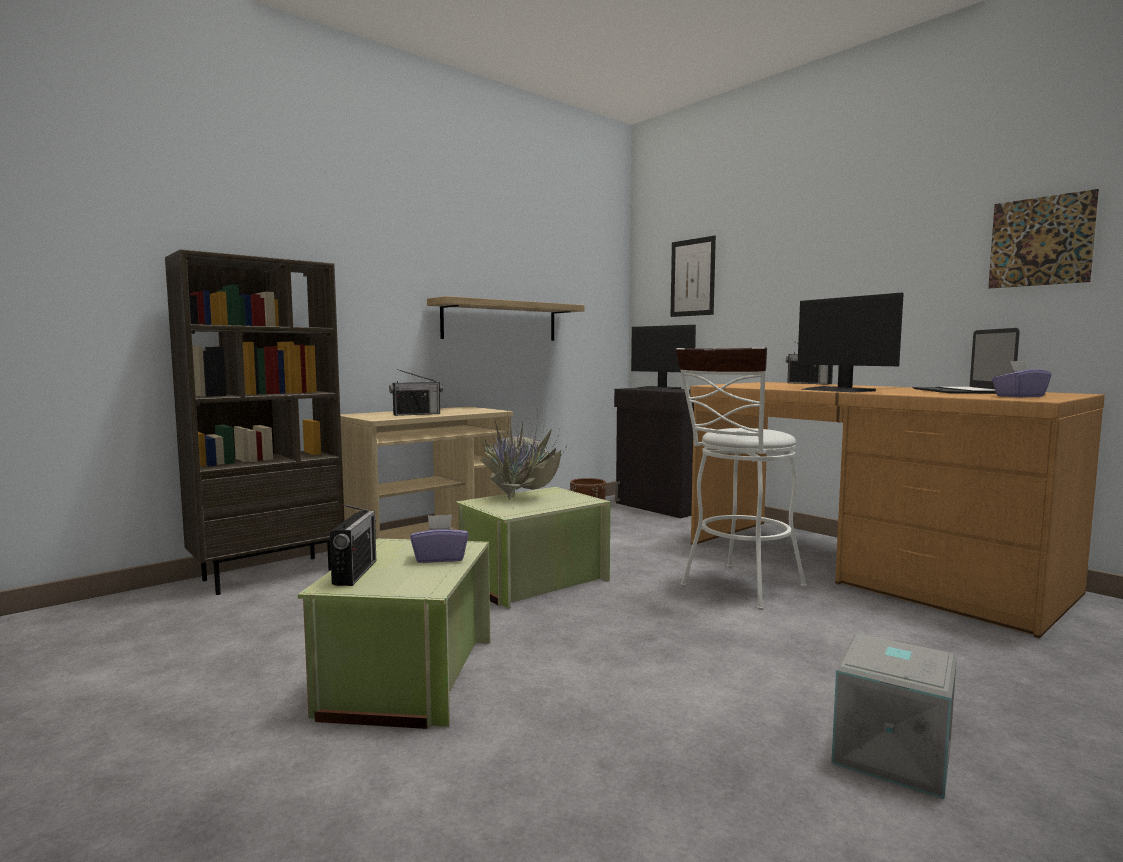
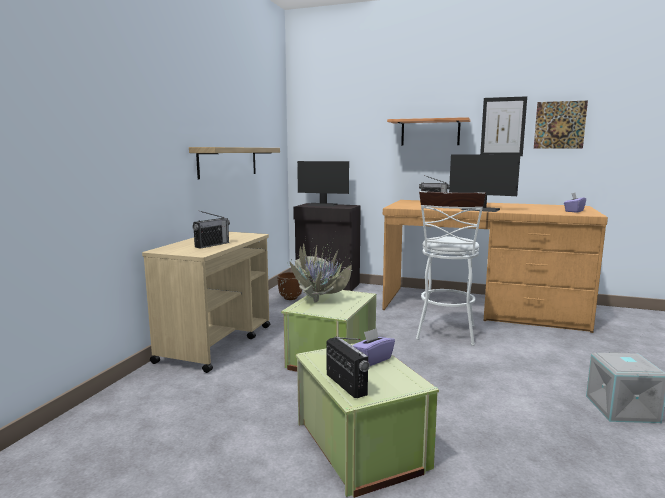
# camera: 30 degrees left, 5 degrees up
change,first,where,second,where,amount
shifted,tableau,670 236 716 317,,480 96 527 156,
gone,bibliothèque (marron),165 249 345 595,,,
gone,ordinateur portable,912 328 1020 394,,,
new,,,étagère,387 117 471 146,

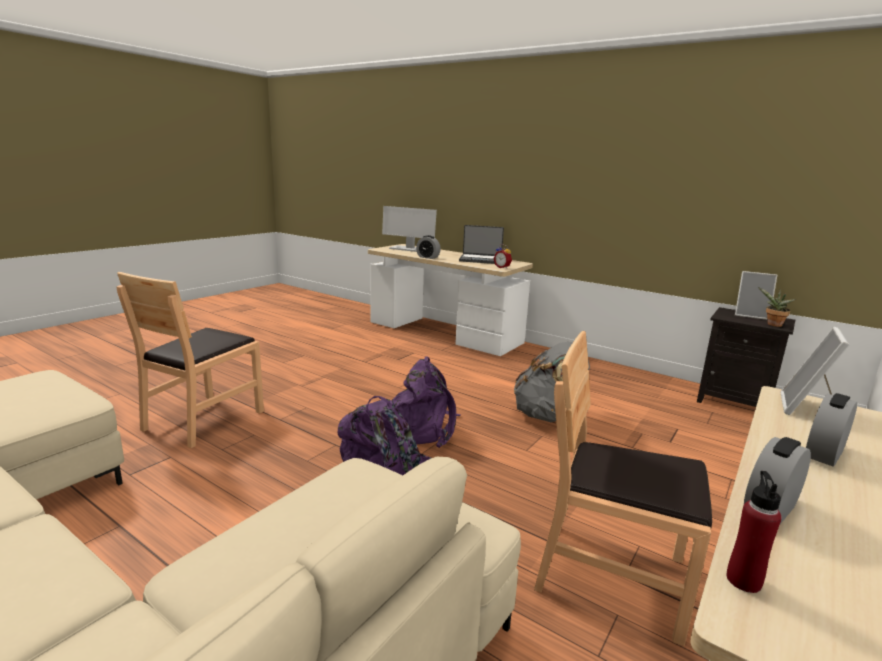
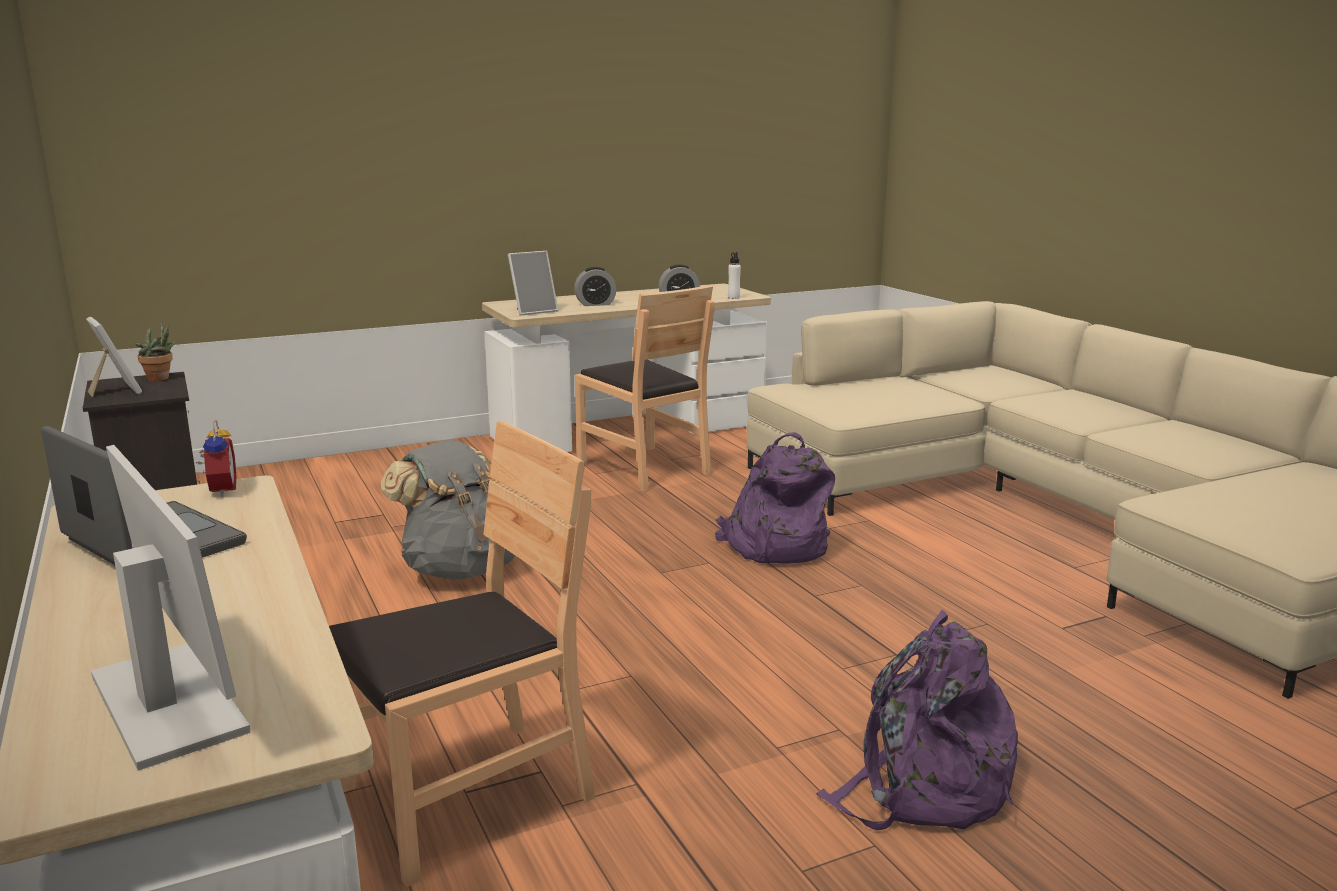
# camera: 150 degrees left, 0 degrees up
change,first,where,second,where,amount
gone,réveil,416 235 441 259,,,
shifted,chaise (marron),117 272 264 448,,329 420 596 887,
shifted,sac à dos (violet),391 356 461 448,,816 610 1018 830,
repainted,bouteille (rouge),726 471 782 593,bouteille (blanc),728 252 741 299,

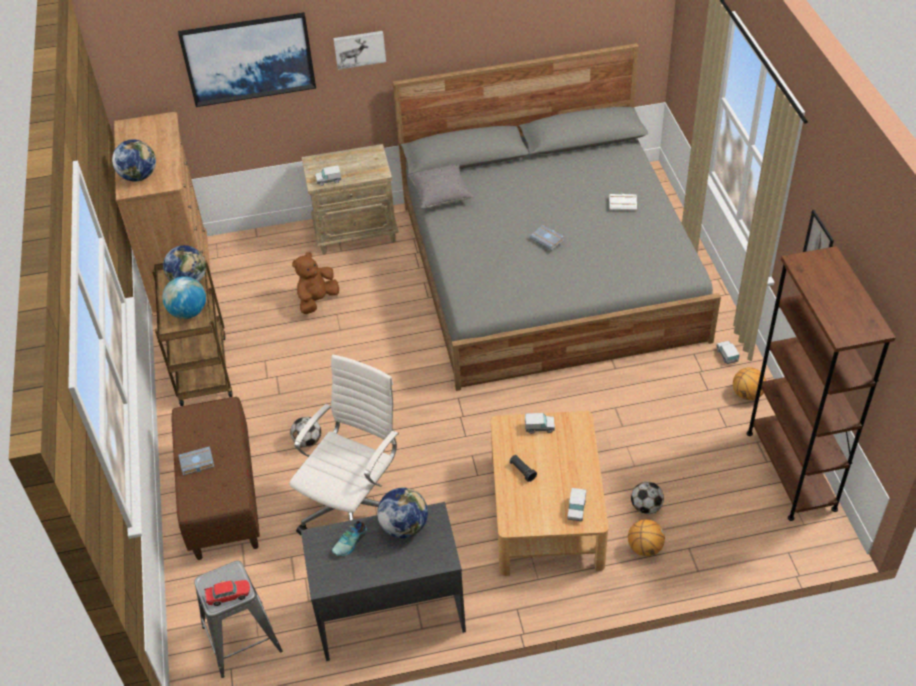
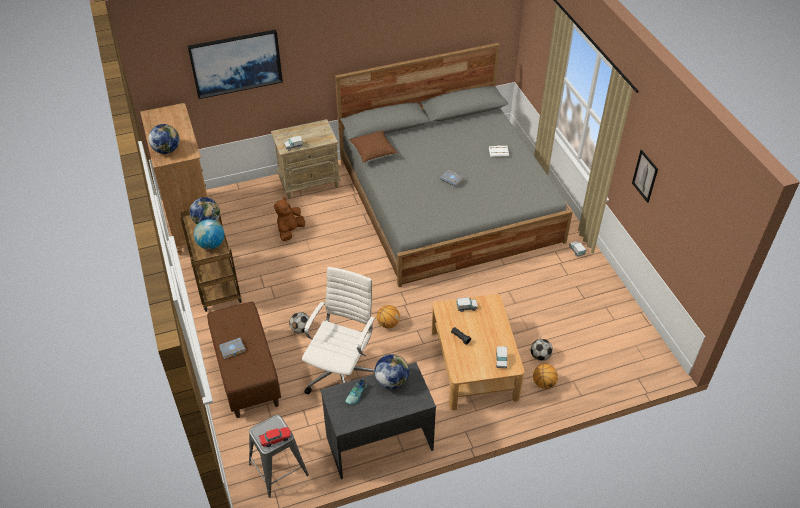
# camera: 10 degrees left, 0 degrees up
change,first,where,second,where,amount
gone,tableau,333 31 386 70,,,
repainted,coussin (gris),408 164 474 209,coussin (marron),349 131 398 163,
gone,bibliothèque (marron),747 246 896 521,,,
shifted,ballon de basket,733 367 766 400,,377 305 400 328,

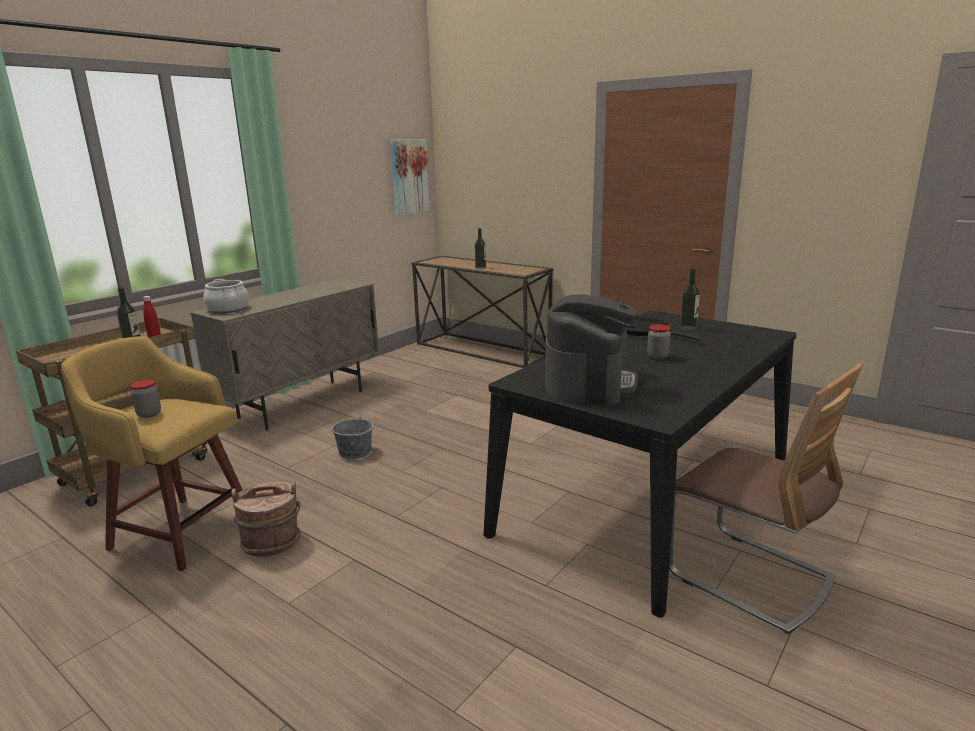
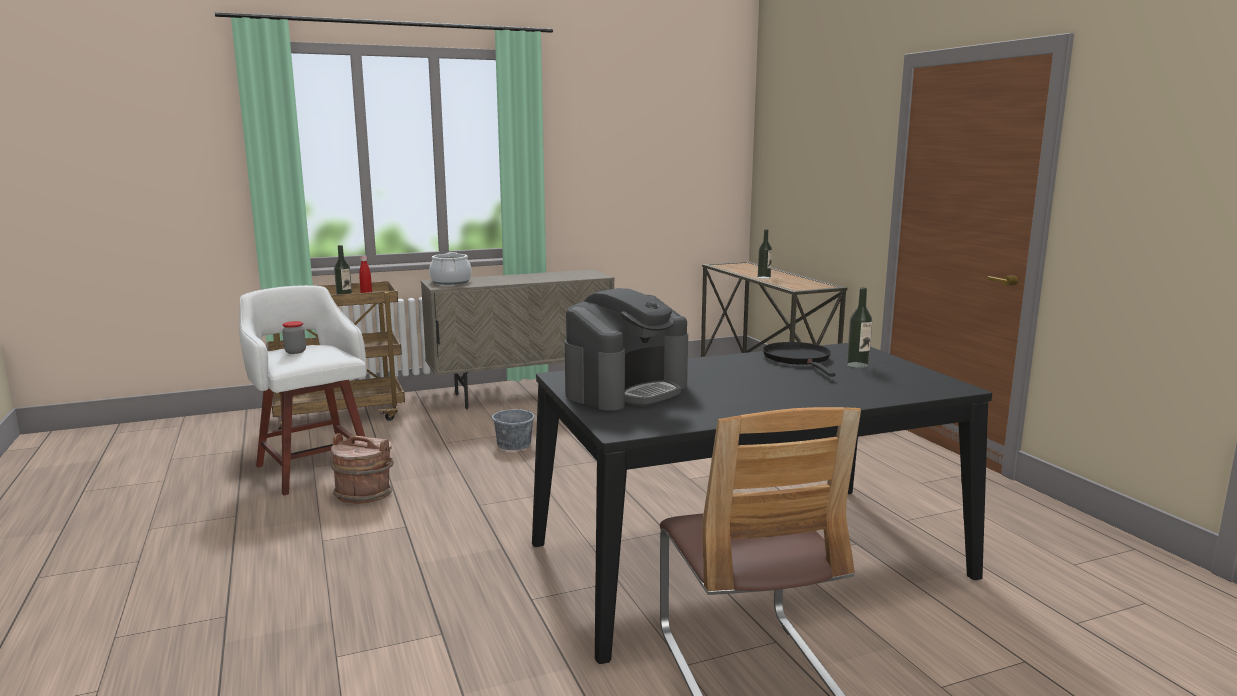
# camera: 30 degrees right, 5 degrees down
change,first,where,second,where,amount
gone,tableau,390 139 430 216,,,
gone,bocal,647 324 671 359,,,
repainted,tabouret (jaune),61 336 243 571,tabouret (blanc),239 285 367 495,

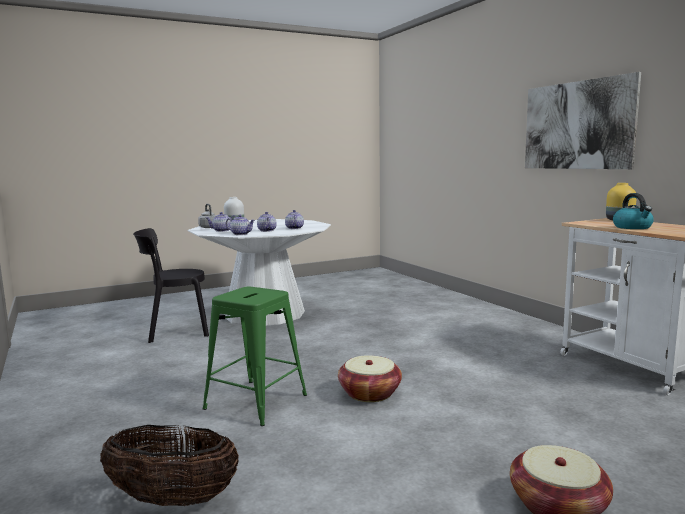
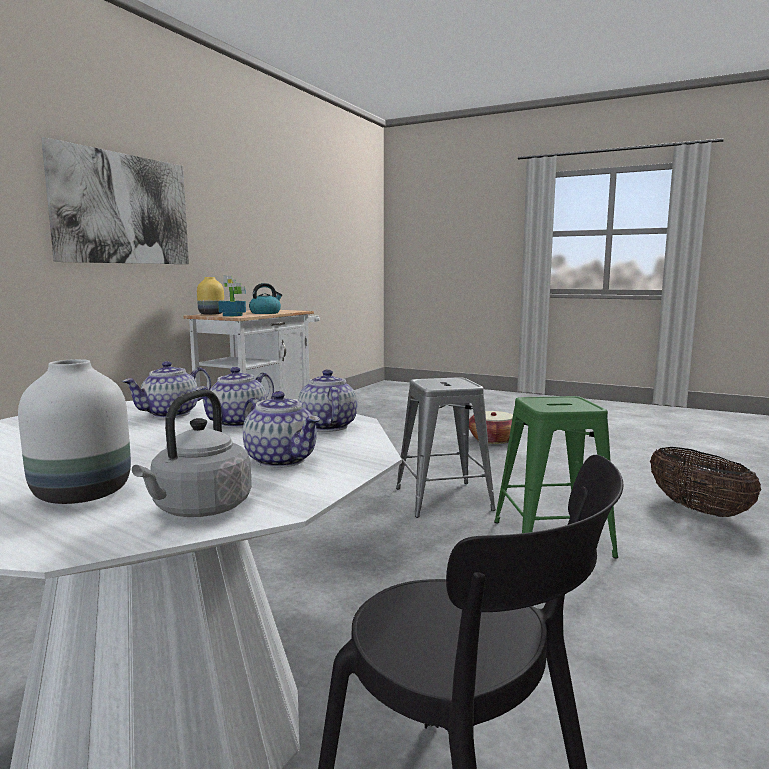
# camera: 125 degrees left, 0 degrees up
change,first,where,second,where,amount
swapped,panier,338 355 402 402,tabouret (gris),396 377 496 518,
new,,,plante en pot,218 276 246 316,

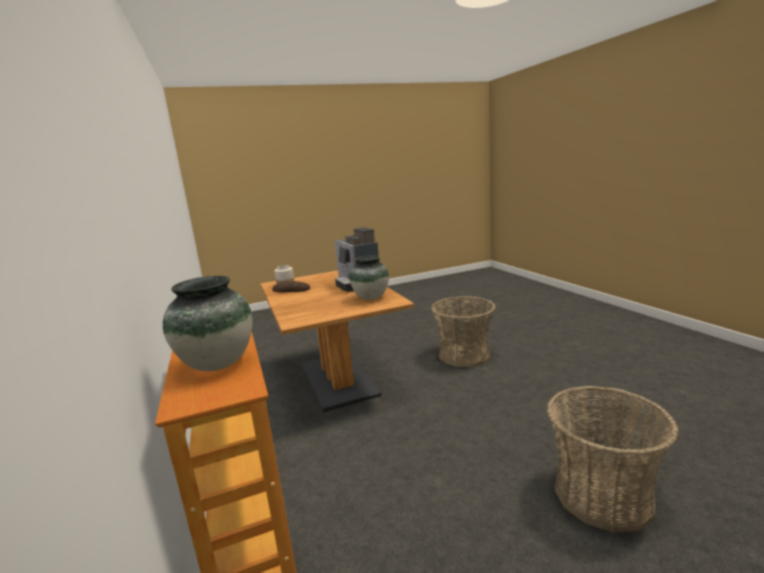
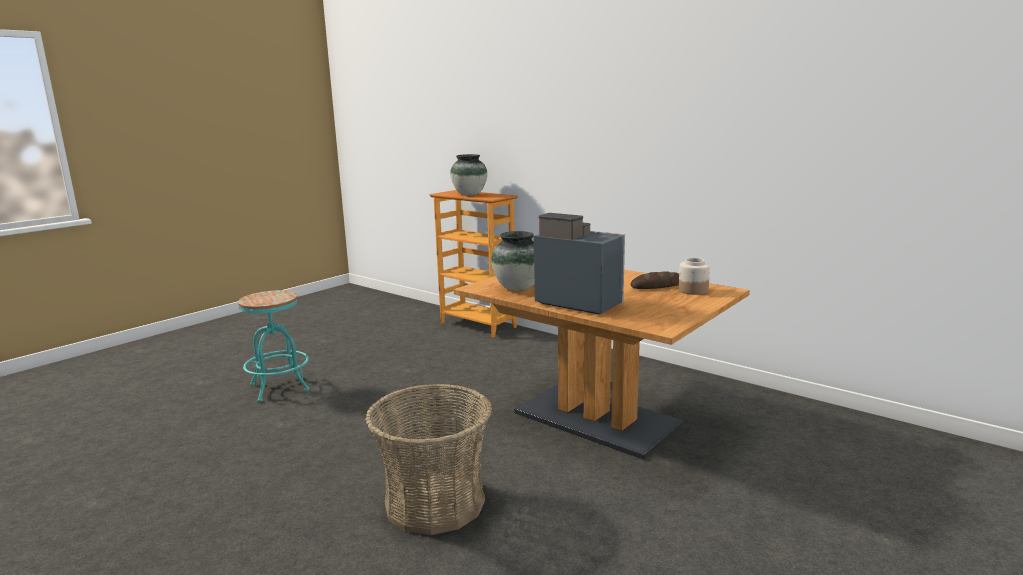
# camera: 150 degrees right, 0 degrees up
change,first,where,second,where,amount
swapped,panier,547 386 679 533,tabouret (turquoise),238 290 310 402,

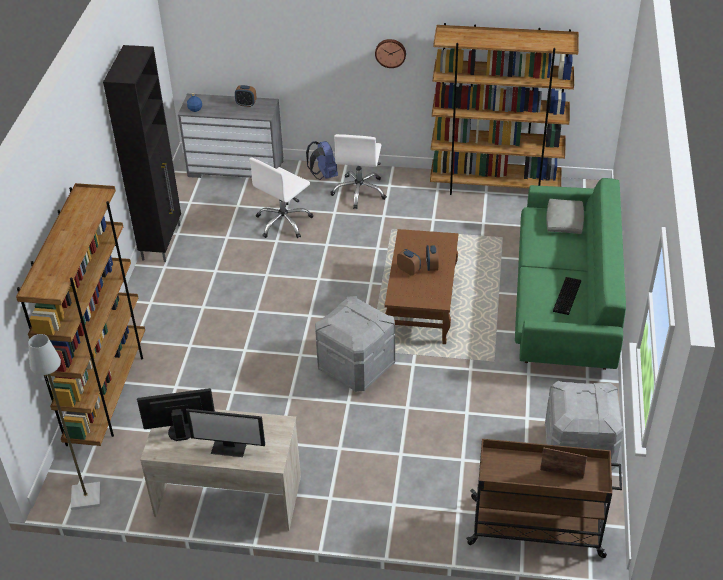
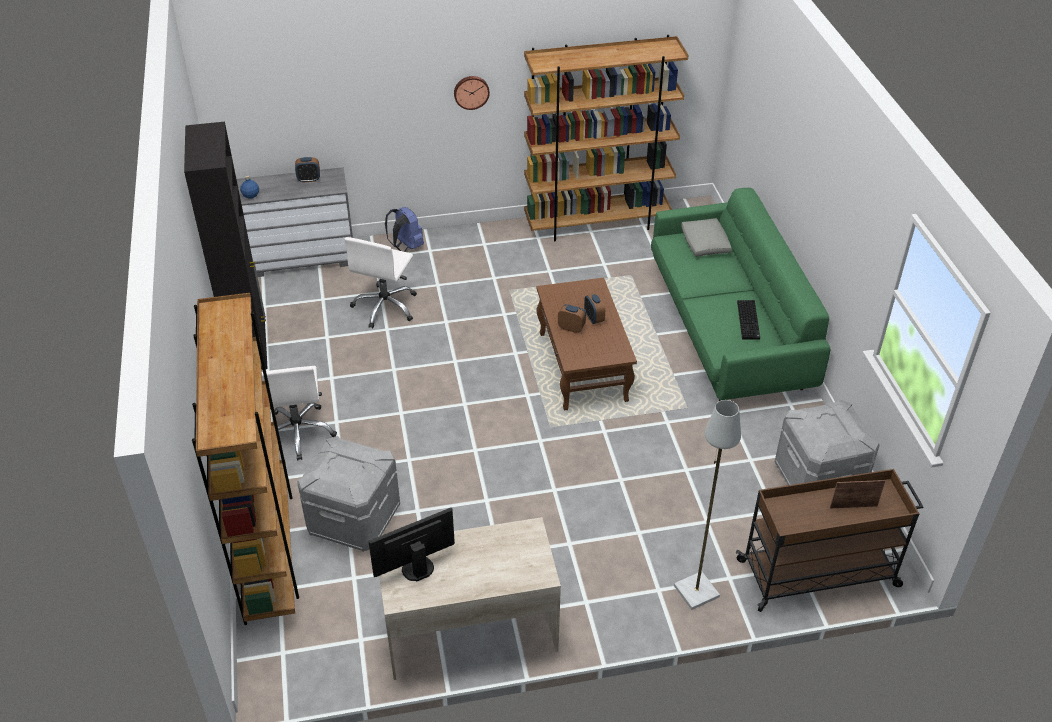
# camera: 20 degrees left, 0 degrees up
change,first,where,second,where,amount
shifted,chaise de bureau (blanc),330 134 387 209,,262 366 337 460,
shifted,boîte de rangement (gris),315 296 395 392,,297 436 400 552,
shifted,lampadaire (gris),28 334 101 510,,674 400 741 610,
gone,écran d'ordinateur,186 409 265 457,,,

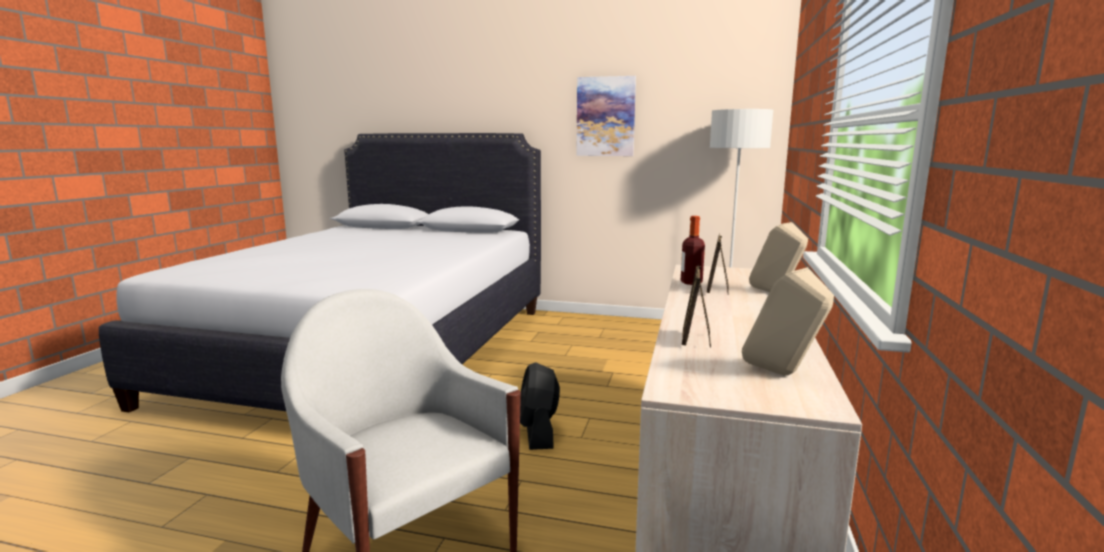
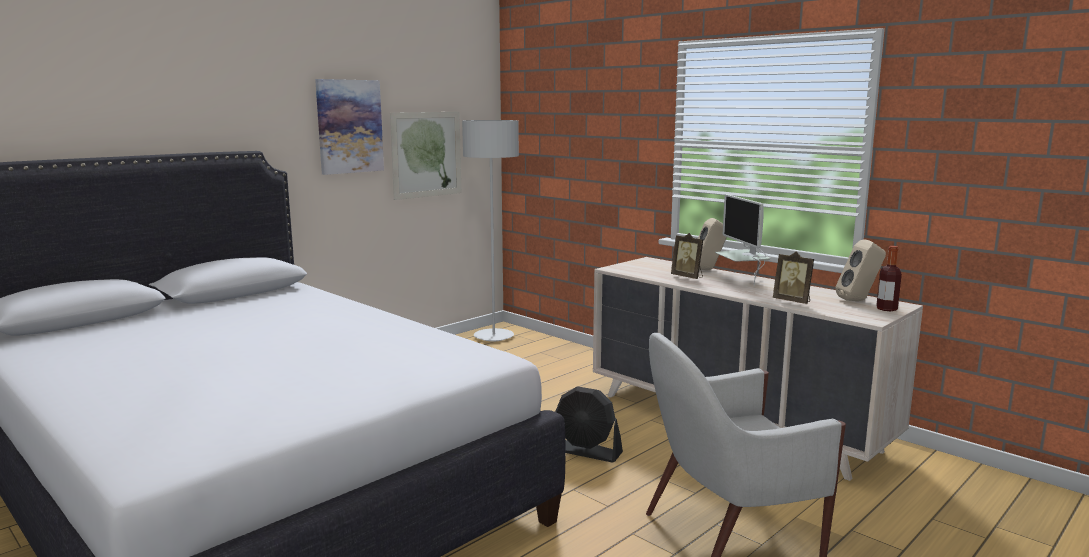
# camera: 60 degrees left, 0 degrees up
change,first,where,second,where,amount
shifted,bouteille,681 216 705 285,,876 246 902 311,
new,,,tableau,390 112 461 200,
new,,,écran d'ordinateur,715 194 771 286,

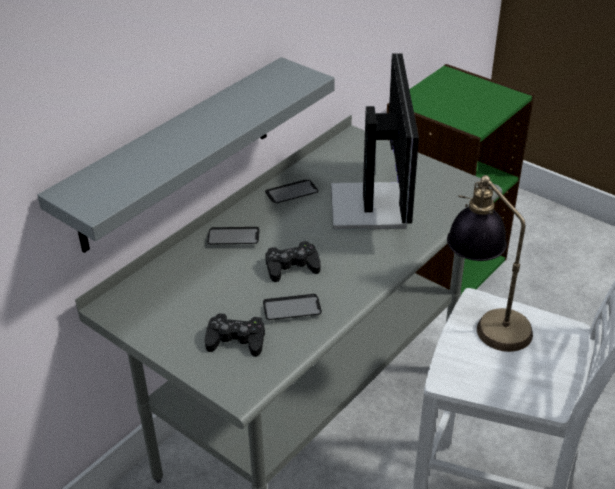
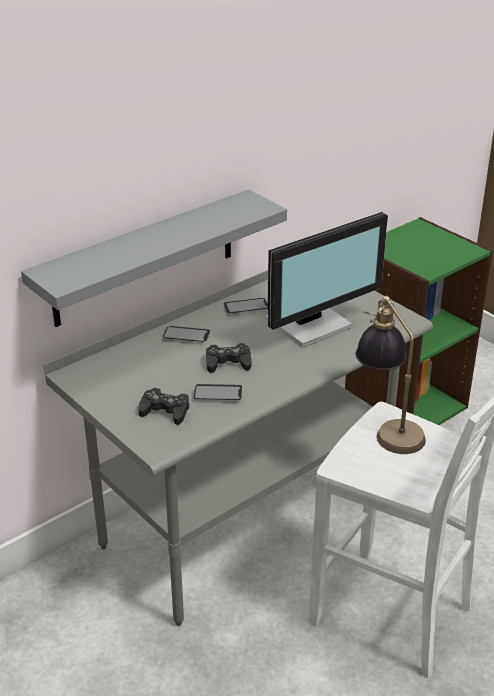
# camera: 10 degrees right, 5 degrees down
change,first,where,second,where,amount
rotated,écran d'ordinateur,331 53 419 230,,265 212 388 347,45 degrees clockwise

